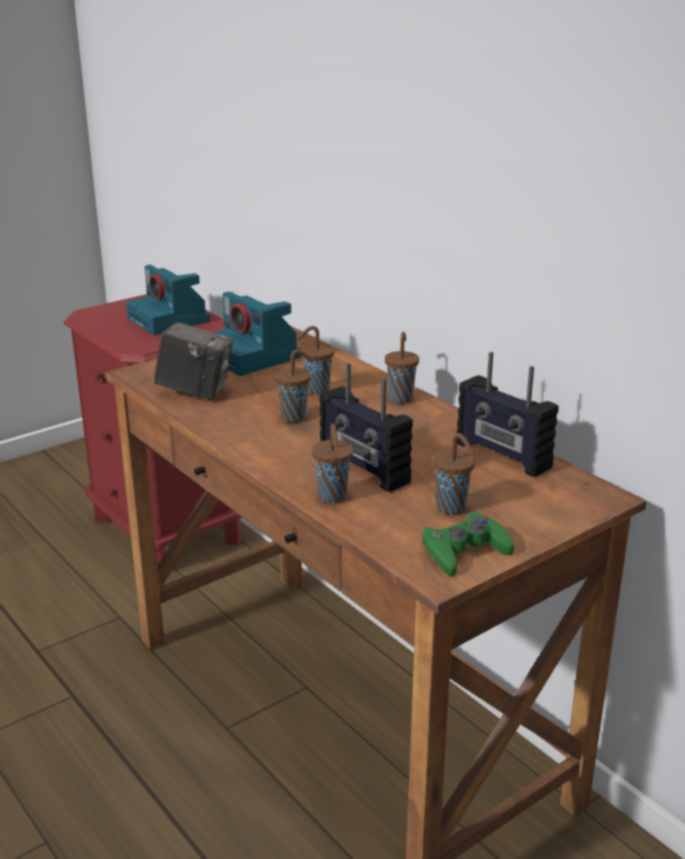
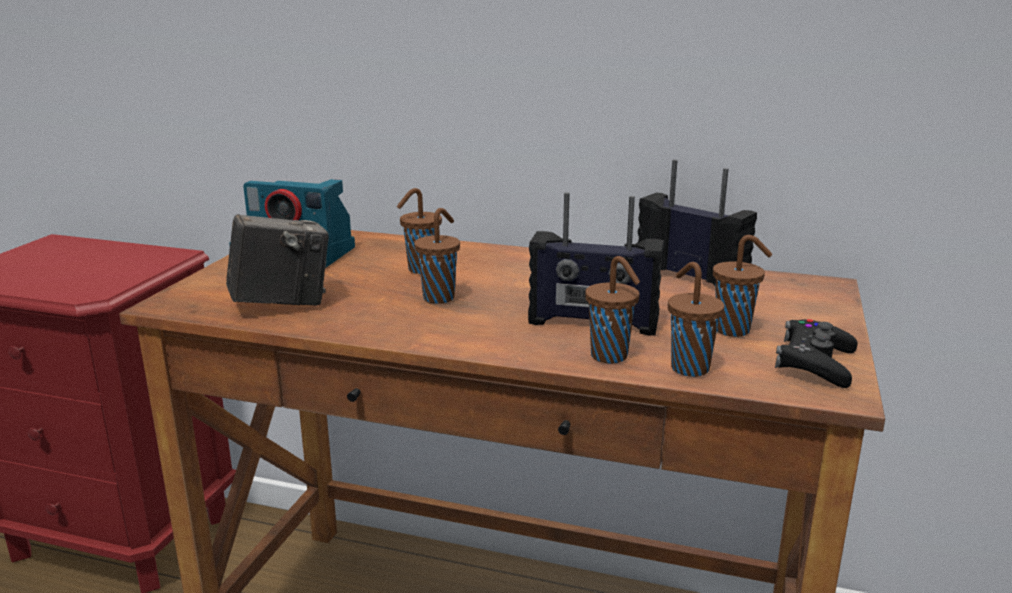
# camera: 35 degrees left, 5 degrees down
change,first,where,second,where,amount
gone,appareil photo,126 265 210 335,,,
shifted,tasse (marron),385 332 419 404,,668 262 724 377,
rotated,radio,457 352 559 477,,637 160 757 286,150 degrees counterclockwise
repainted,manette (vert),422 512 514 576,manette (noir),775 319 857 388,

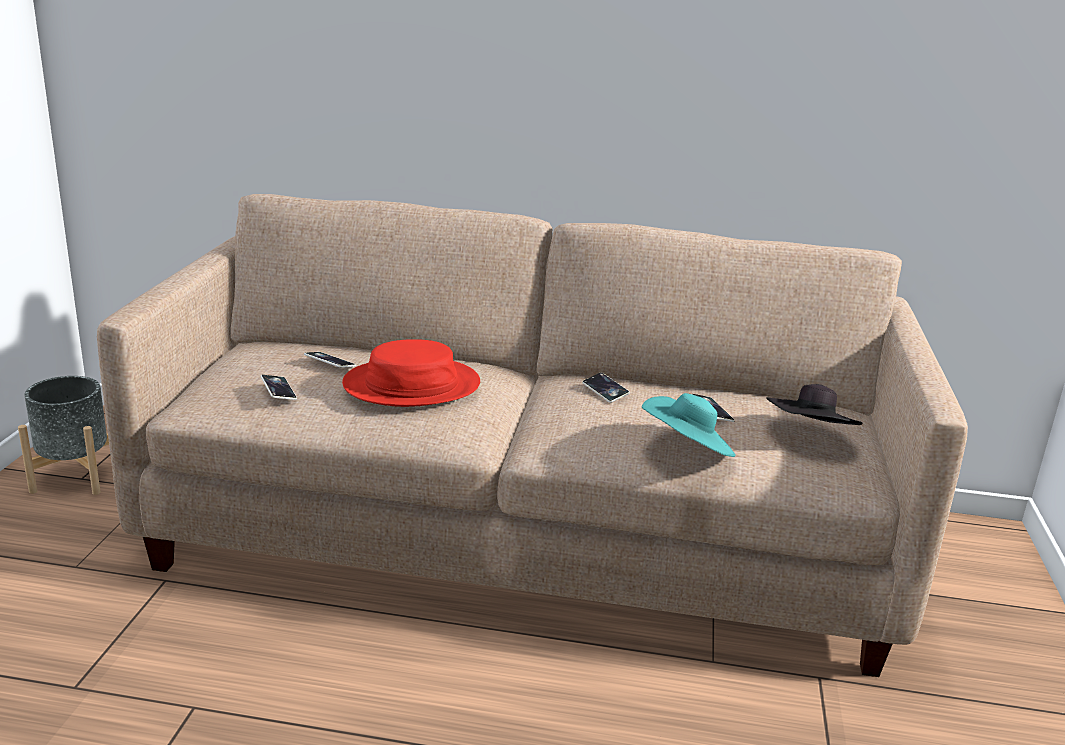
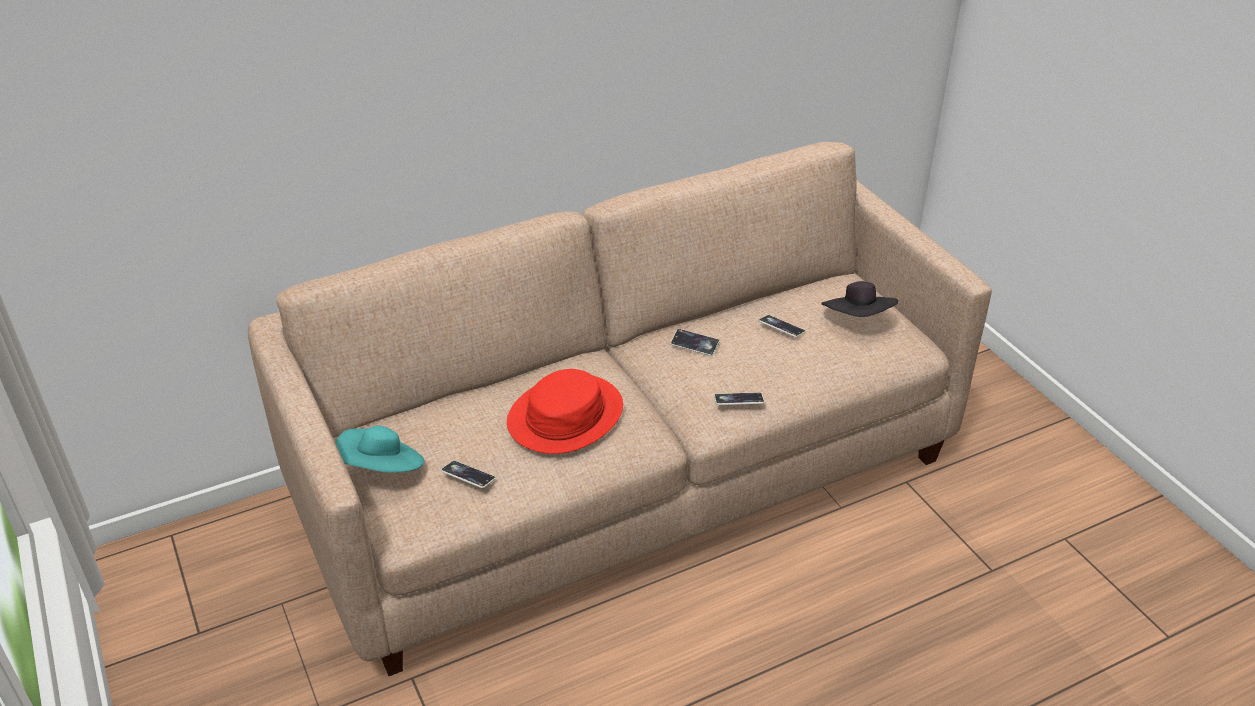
# camera: 35 degrees left, 15 degrees up
change,first,where,second,where,amount
shifted,téléphone,304 352 356 368,,714 392 765 405,
gone,cache-pot (gris),18 376 109 495,,,
shifted,chapeau (turquoise),642 393 736 457,,335 425 424 472,

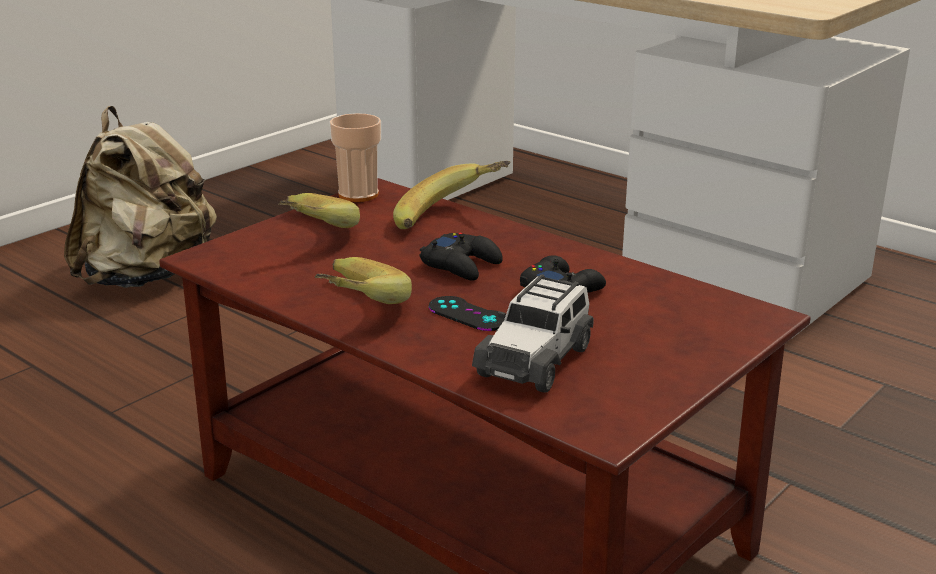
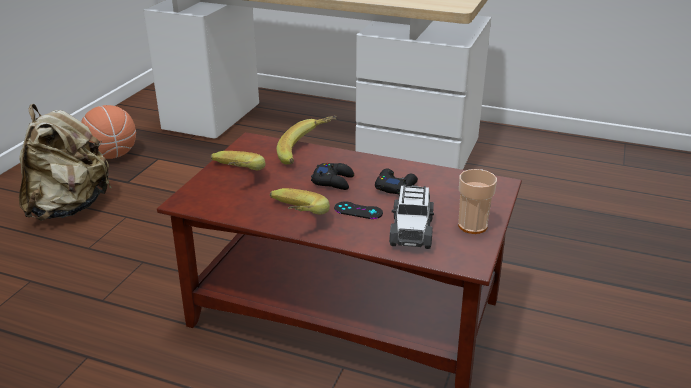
# camera: 20 degrees left, 5 degrees up
change,first,where,second,where,amount
shifted,tasse,330 113 381 202,,458 169 497 234,
new,,,ballon de basket,81 105 136 159,

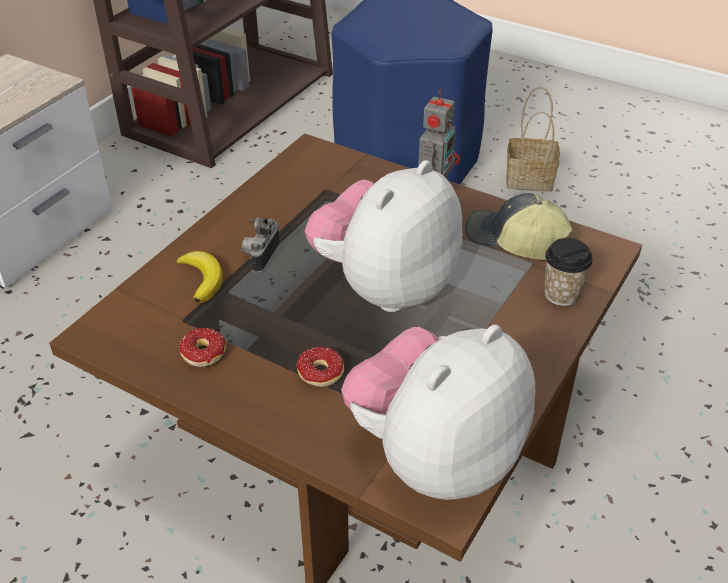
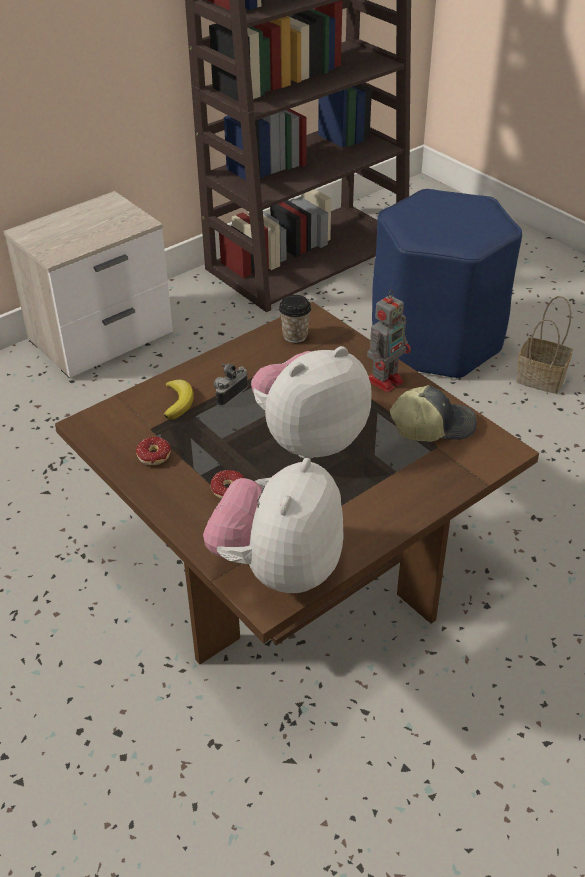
# camera: 20 degrees right, 0 degrees up
change,first,where,second,where,amount
rotated,casquette,465 193 573 260,,390 385 477 442,120 degrees clockwise
shifted,tasse,544 238 593 306,,279 295 311 343,
rotated,peluche,341 324 535 500,,203 457 344 593,45 degrees counterclockwise

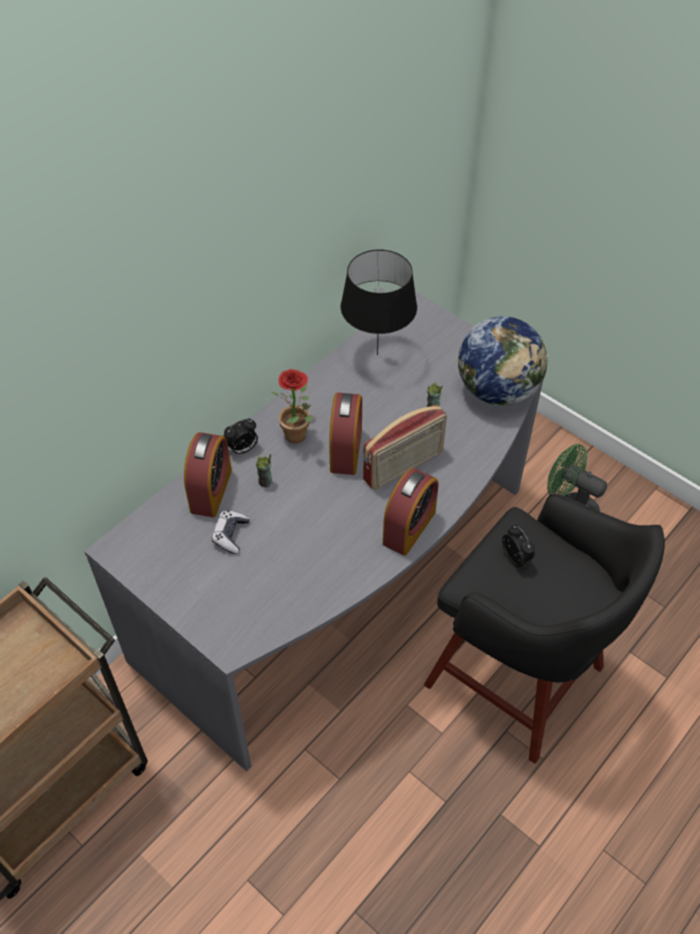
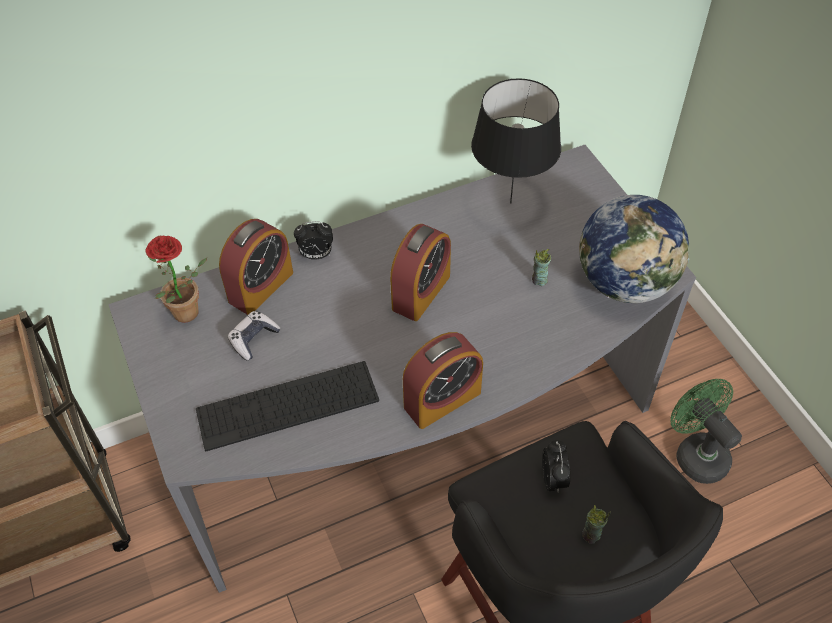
# camera: 25 degrees right, 0 degrees up
change,first,where,second,where,amount
shifted,plante en pot,272 369 314 443,,146 235 208 323,
gone,radio,363 405 447 490,,,
shifted,tasse,256 454 273 487,,582 505 611 544,
new,,,clavier,196 361 379 451,

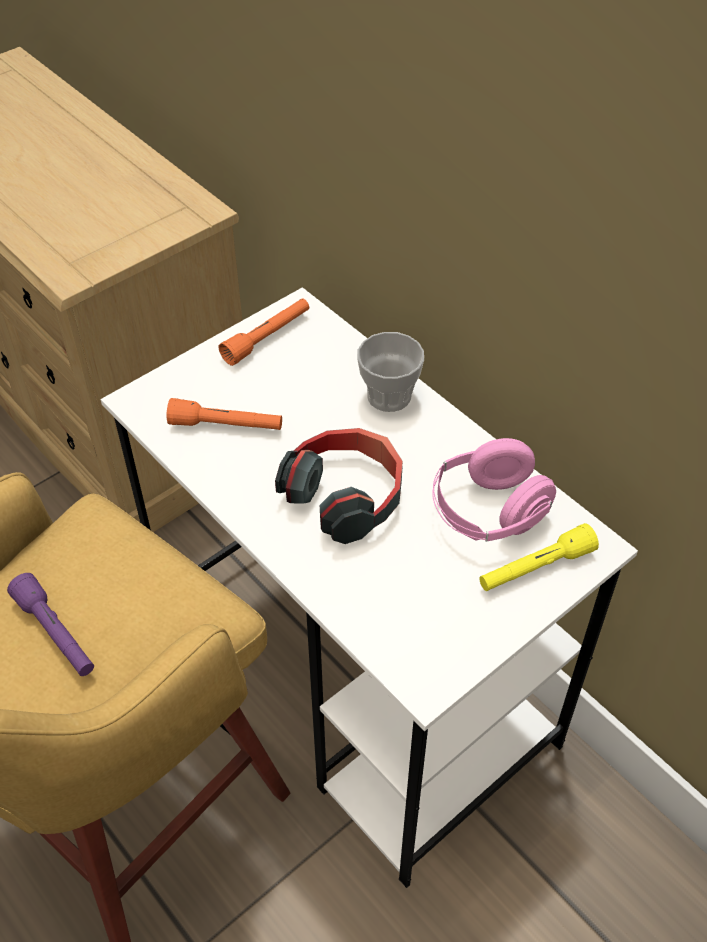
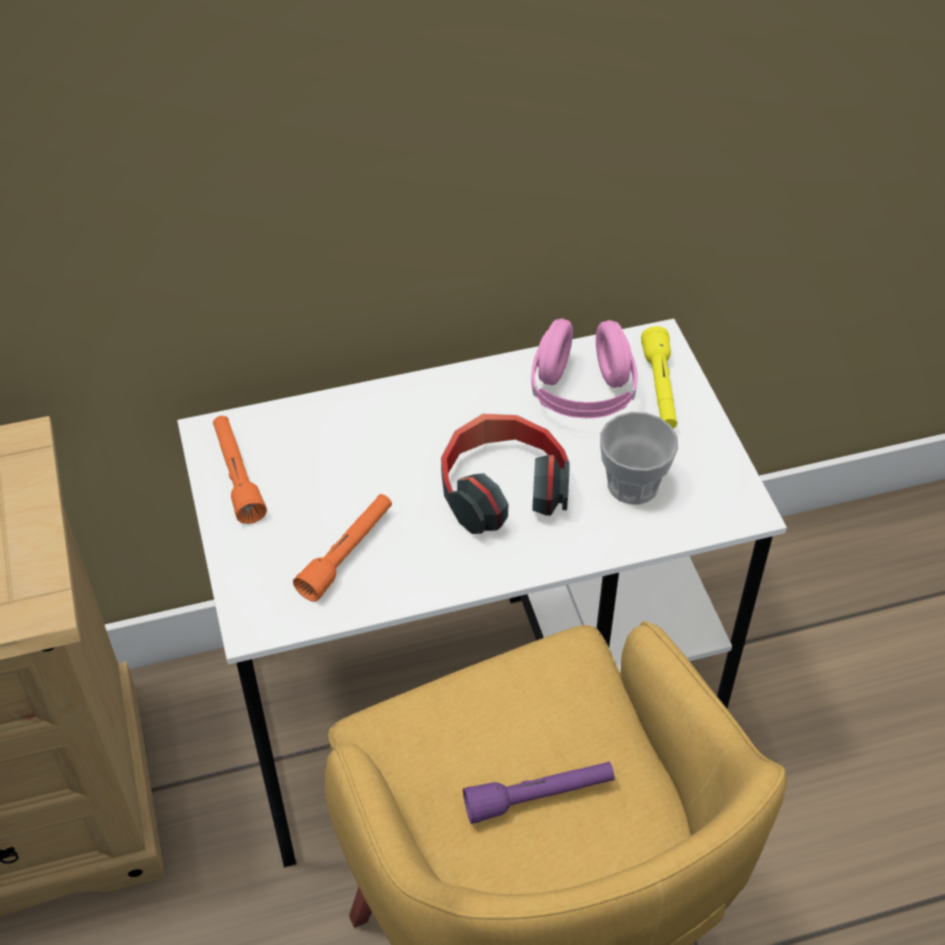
# camera: 65 degrees left, 0 degrees up
change,first,where,second,where,amount
shifted,tasse,357 332 424 412,,600 412 678 505,

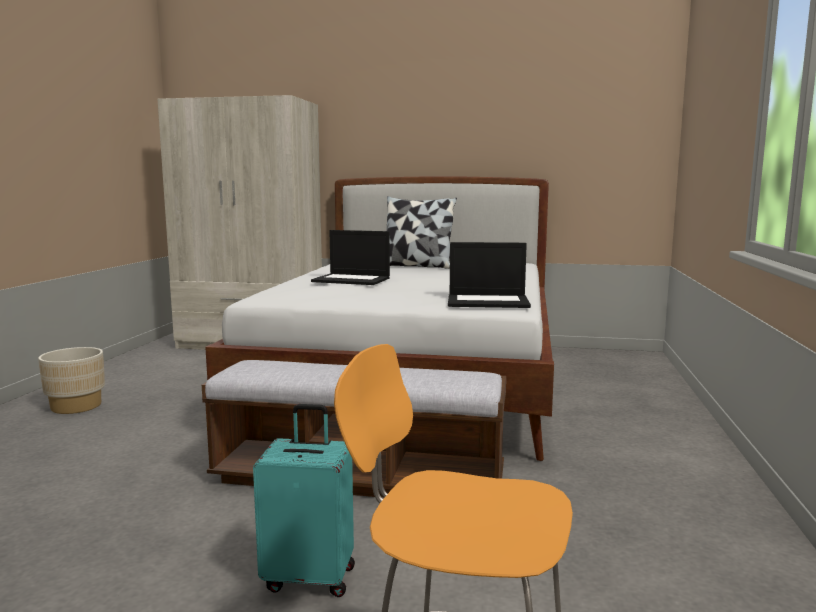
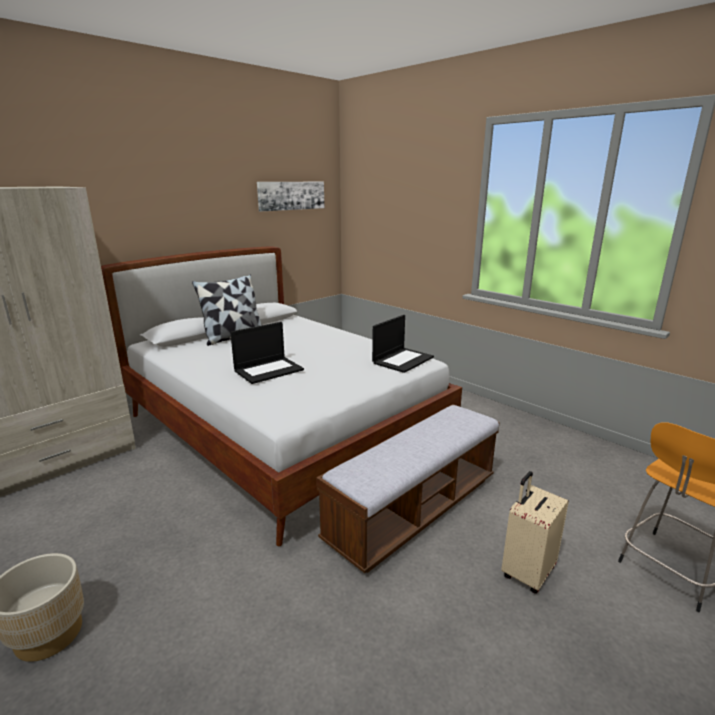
# camera: 55 degrees left, 10 degrees up
change,first,where,second,where,amount
repainted,valise (turquoise),253 404 355 597,valise (beige),501 471 569 594,
new,,,tableau,257 182 324 211,

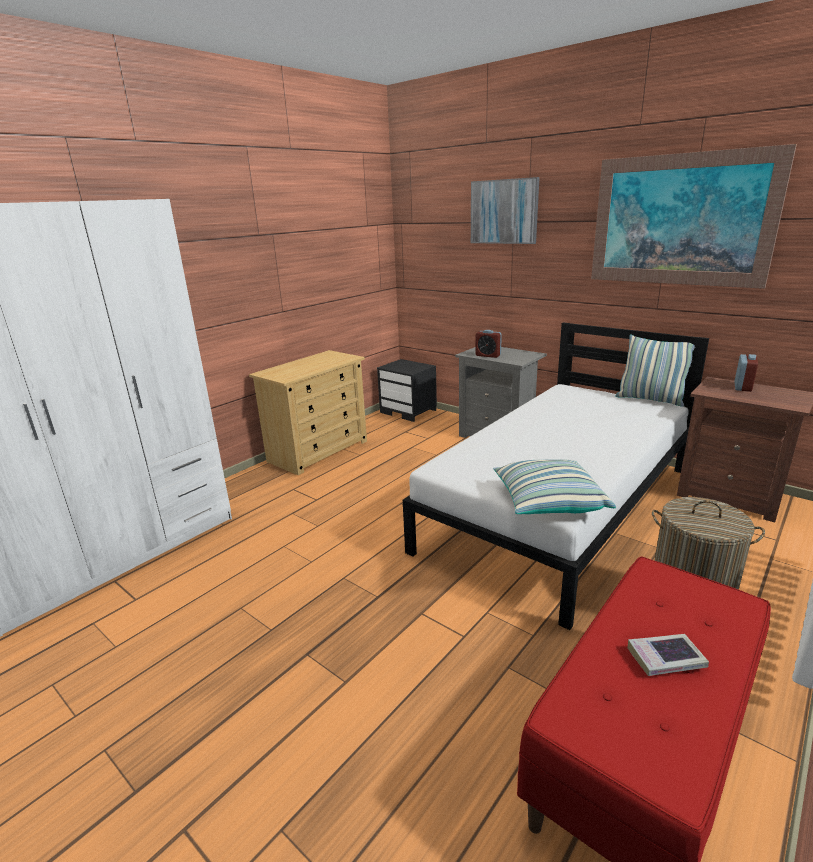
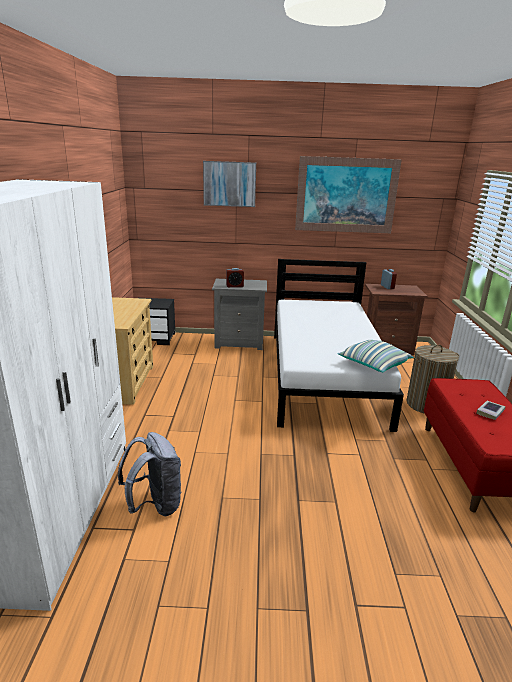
# camera: 40 degrees left, 0 degrees up
change,first,where,second,where,amount
gone,coussin,615 334 695 407,,,
new,,,sac à dos (gris),118 432 182 516,

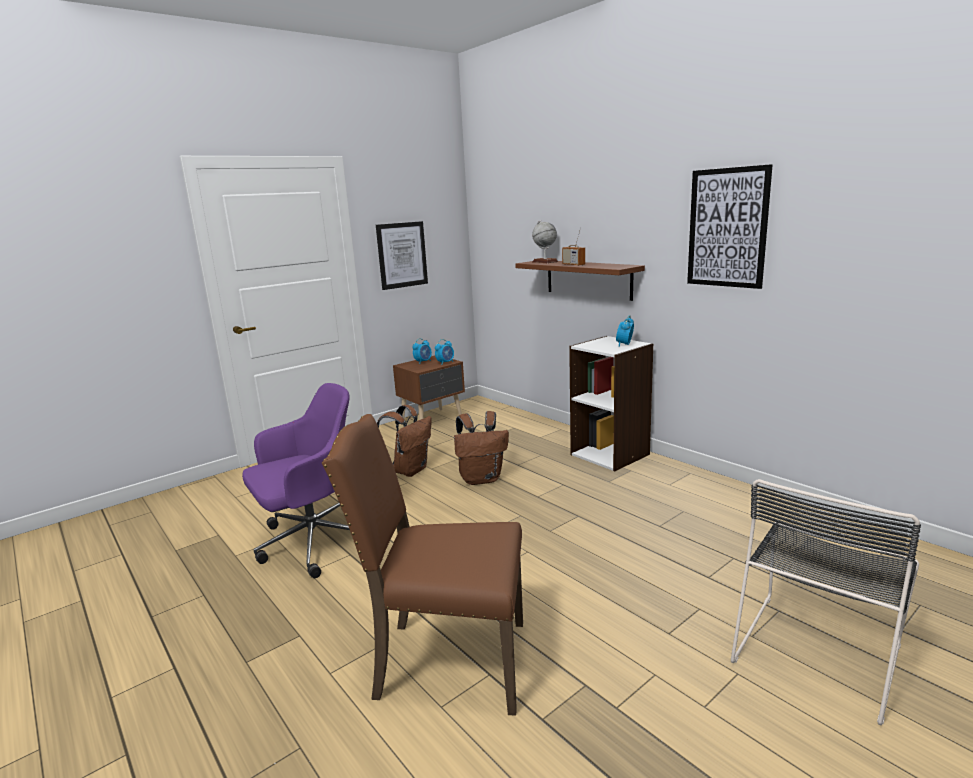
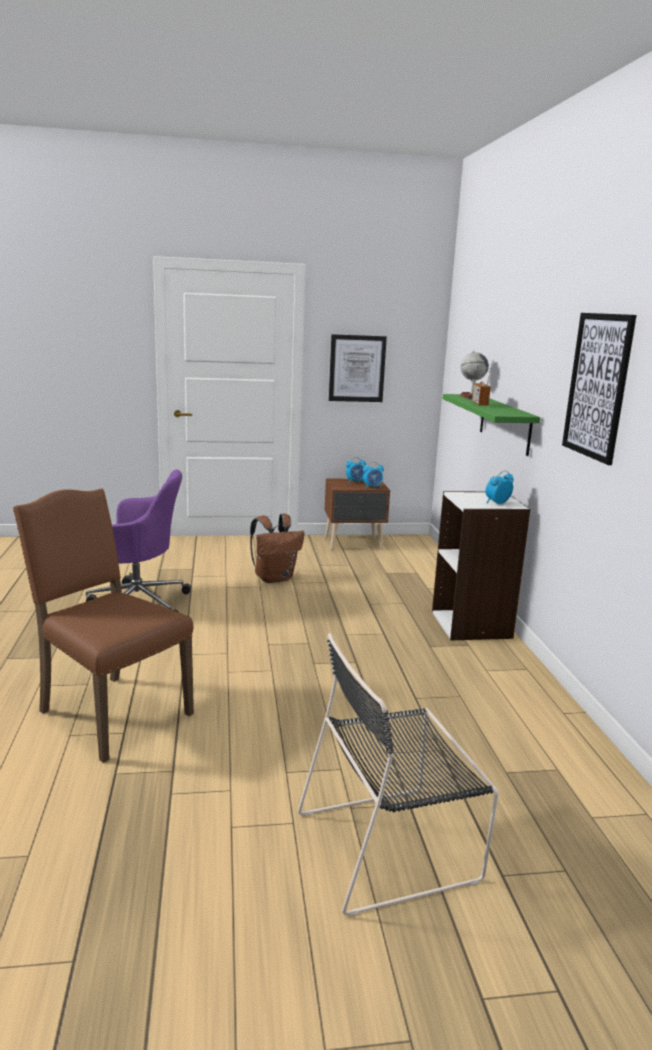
# camera: 30 degrees right, 0 degrees up
change,first,where,second,where,amount
repainted,étagère (marron),515 261 645 301,étagère (vert),443 394 540 456,
gone,sac à dos (marron),454 411 509 485,,,

